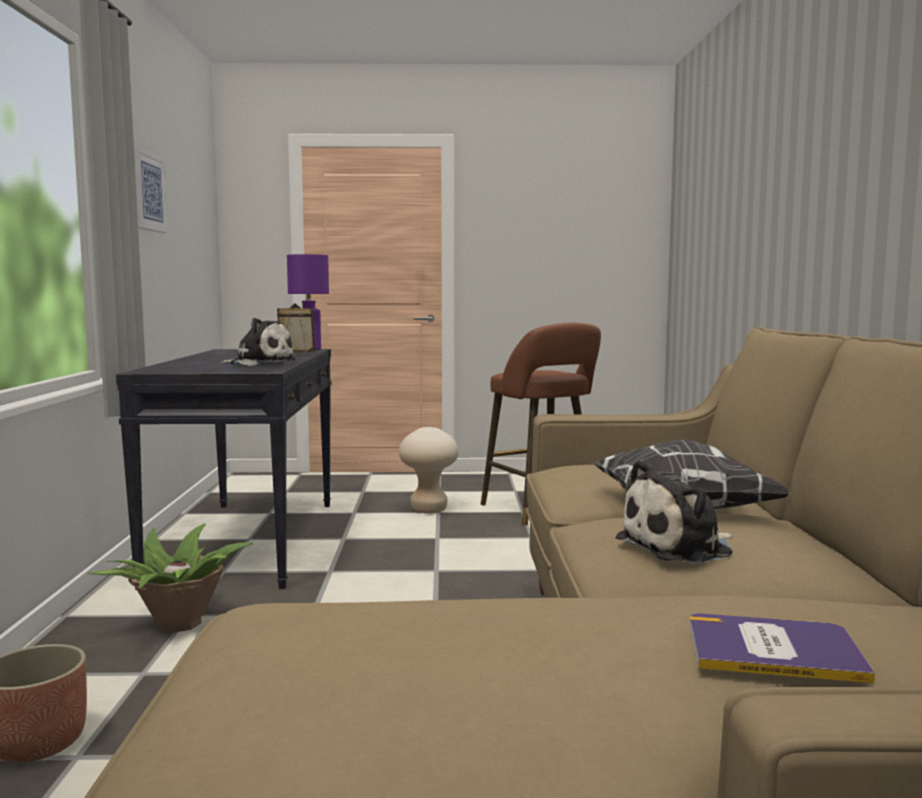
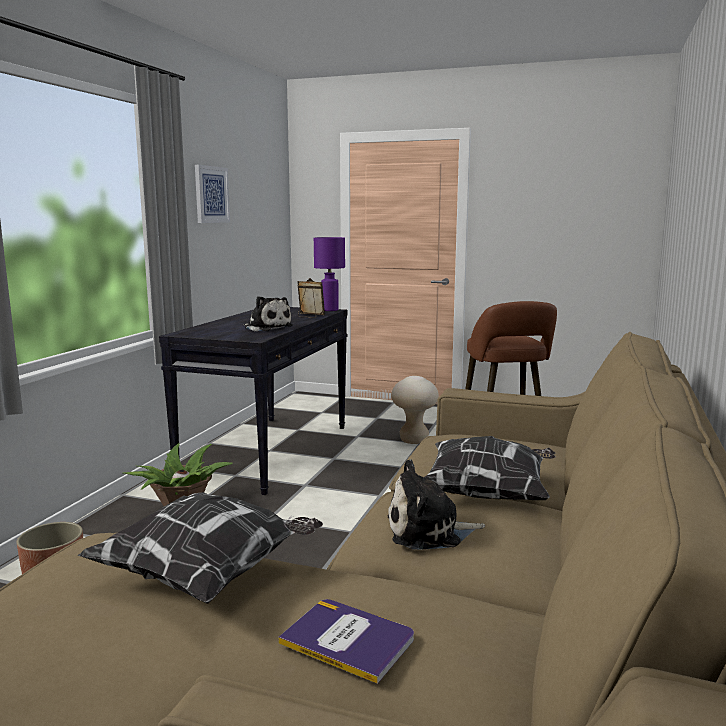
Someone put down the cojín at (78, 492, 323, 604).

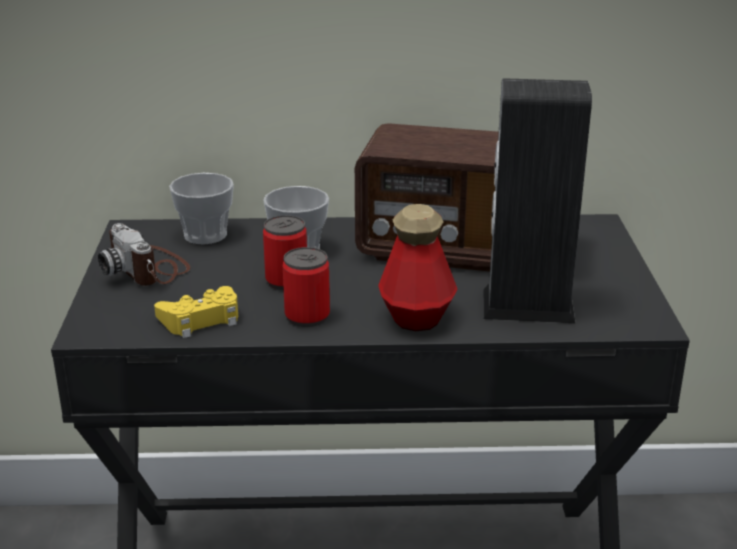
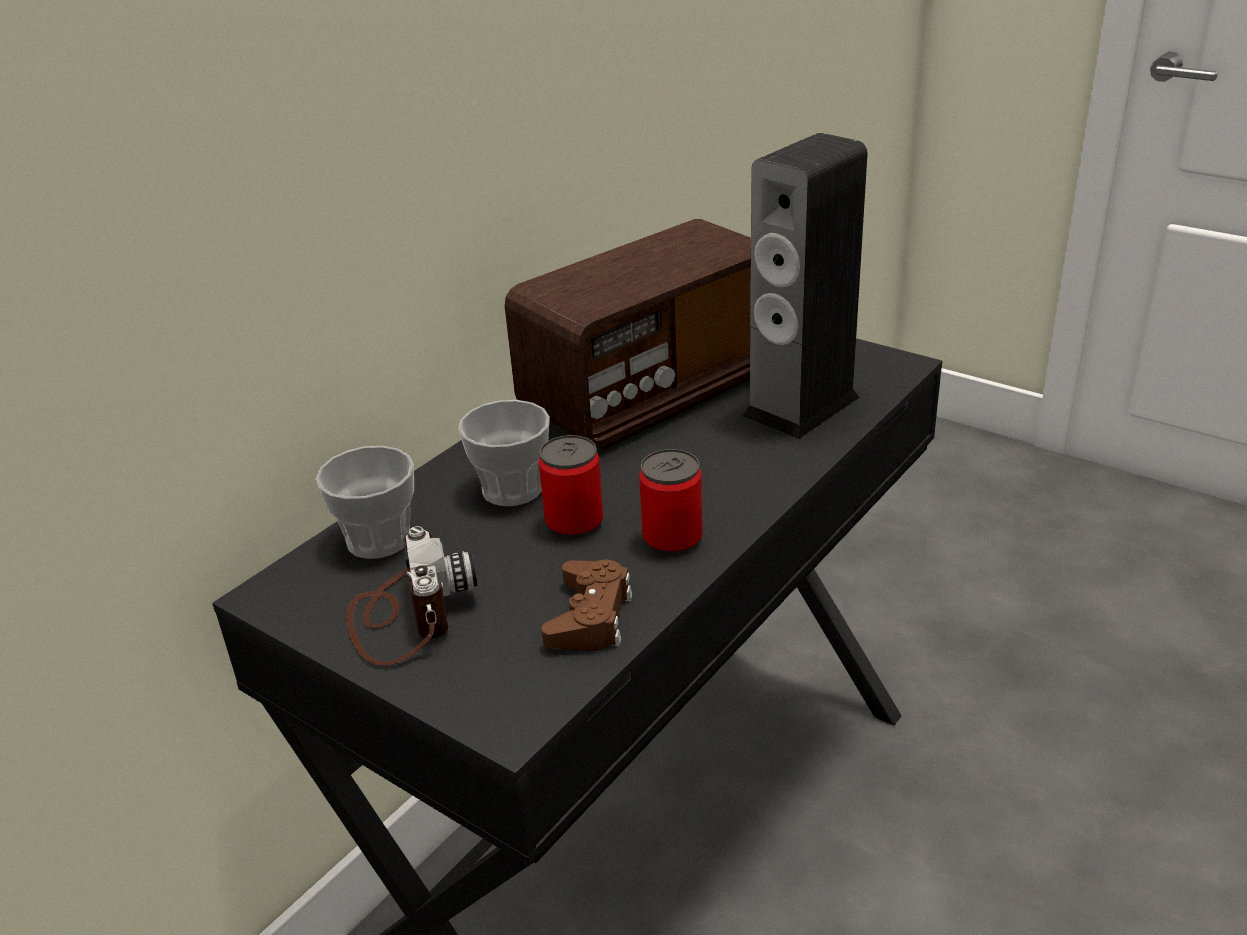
Someone rotated the cámara at (98, 223, 190, 286) by 105 degrees counterclockwise.
Someone repainted the mando de consola [amarillo] at (154, 286, 238, 339), which became the mando de consola [marrón] at (541, 560, 633, 651).
Someone took away the botella at (378, 204, 458, 331).

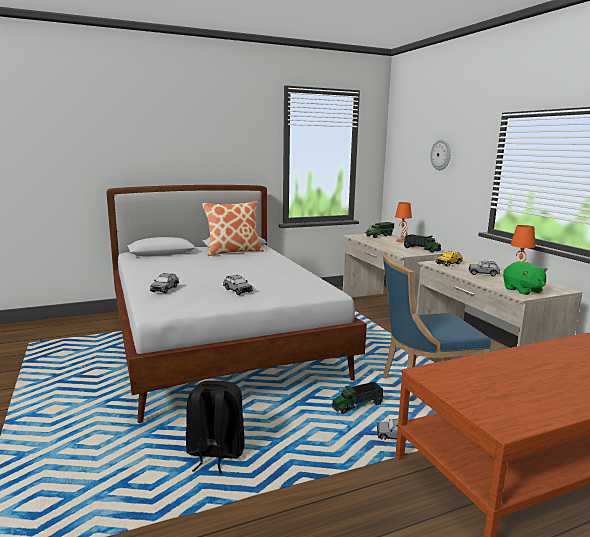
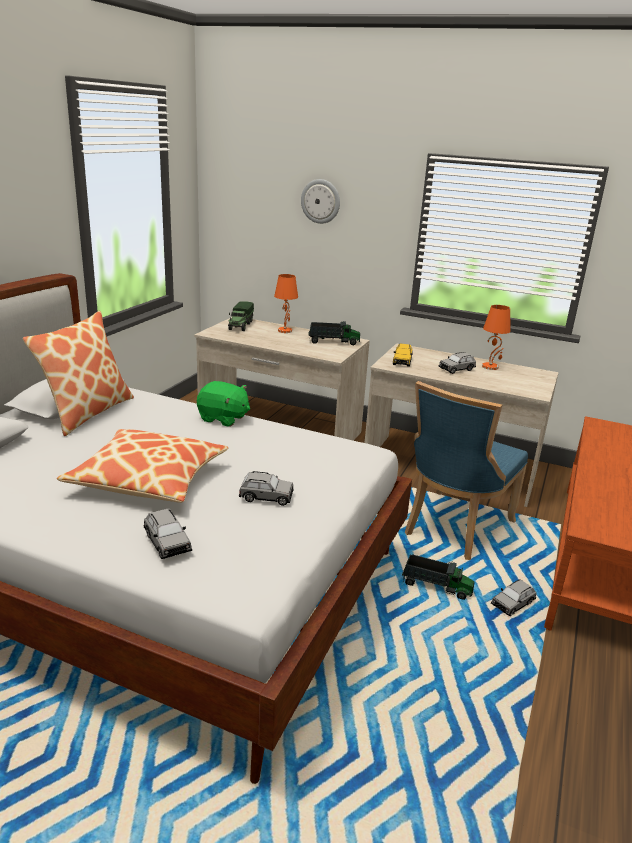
Someone took away the mochila [negro] at (186, 380, 245, 474).
Someone rotated the camión de juguete at (332, 382, 383, 414) by 90 degrees counterclockwise.
Someone carried the peluche [verde] from (503, 261, 548, 295) to (197, 381, 250, 427).
Someone put down the cojín at (57, 429, 228, 503).

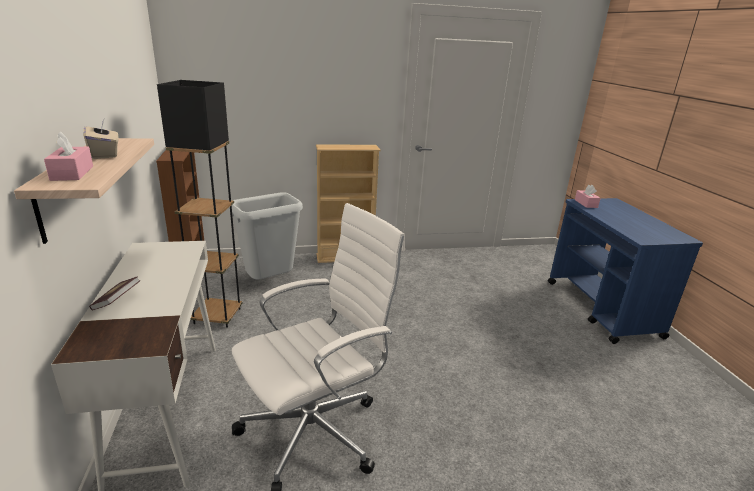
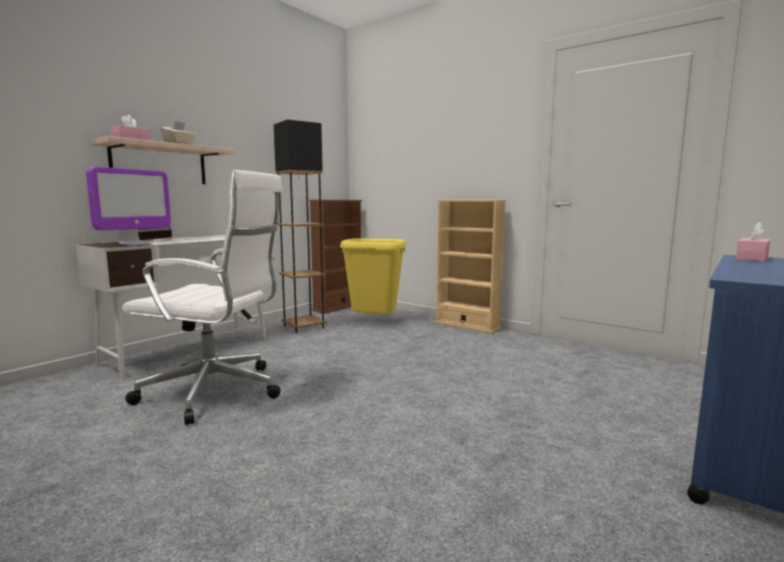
Someone repainted the papelera [gris] at (229, 192, 303, 279), which became the papelera [amarillo] at (340, 238, 406, 314).
Someone put down the monitor at (86, 167, 171, 246).

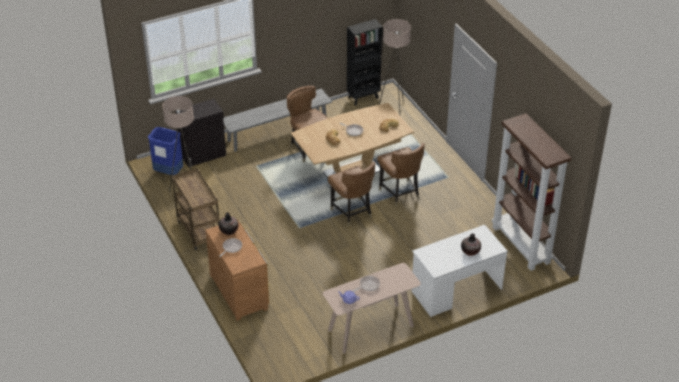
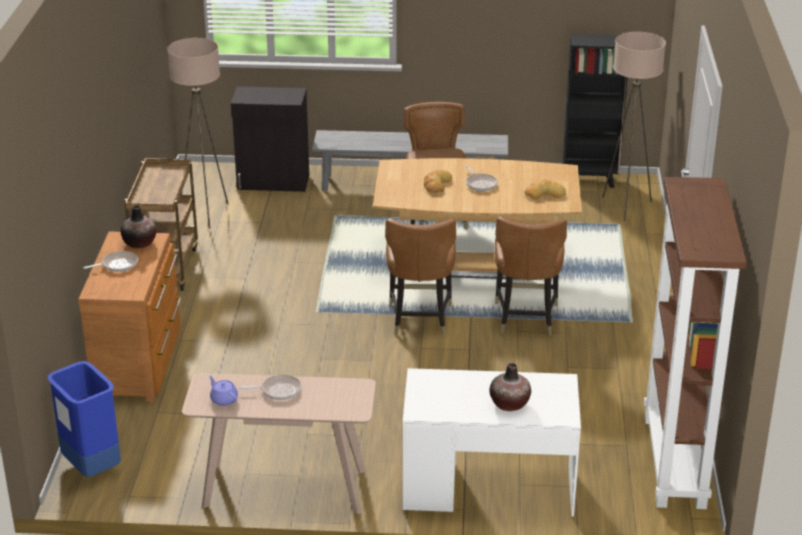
Someone carried the papelera [azul] from (148, 127, 183, 175) to (48, 361, 121, 477).

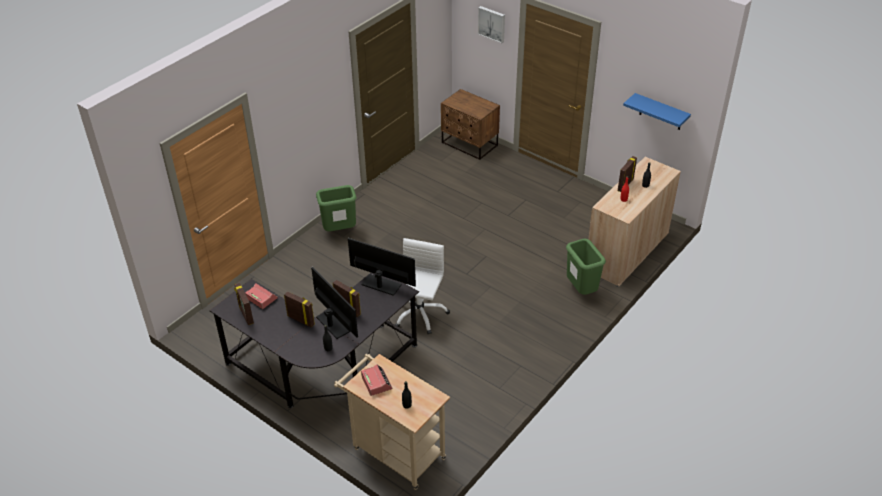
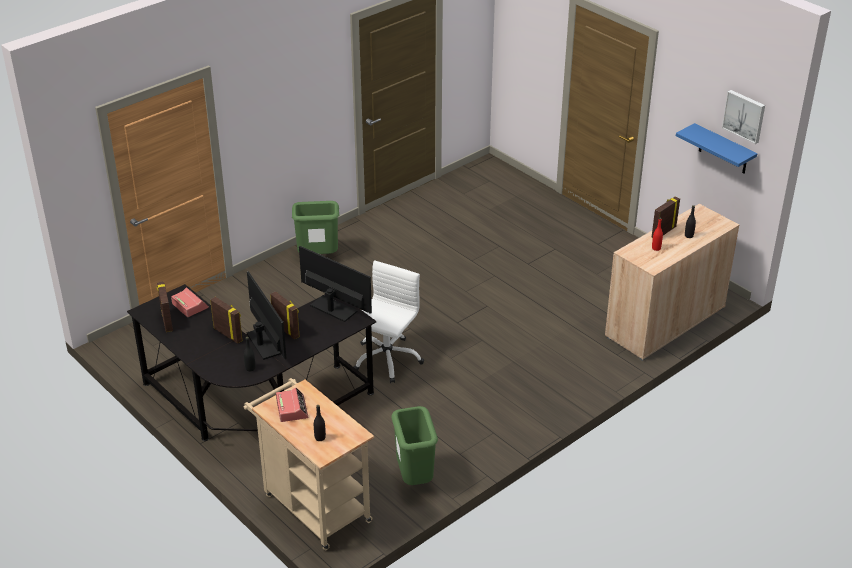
Someone took away the mesita de noche [marrón] at (441, 89, 500, 160).
Someone carried the cuadro from (478, 6, 505, 43) to (722, 90, 765, 144).
Someone carried the papelera [verde] from (566, 239, 606, 295) to (392, 406, 438, 485).

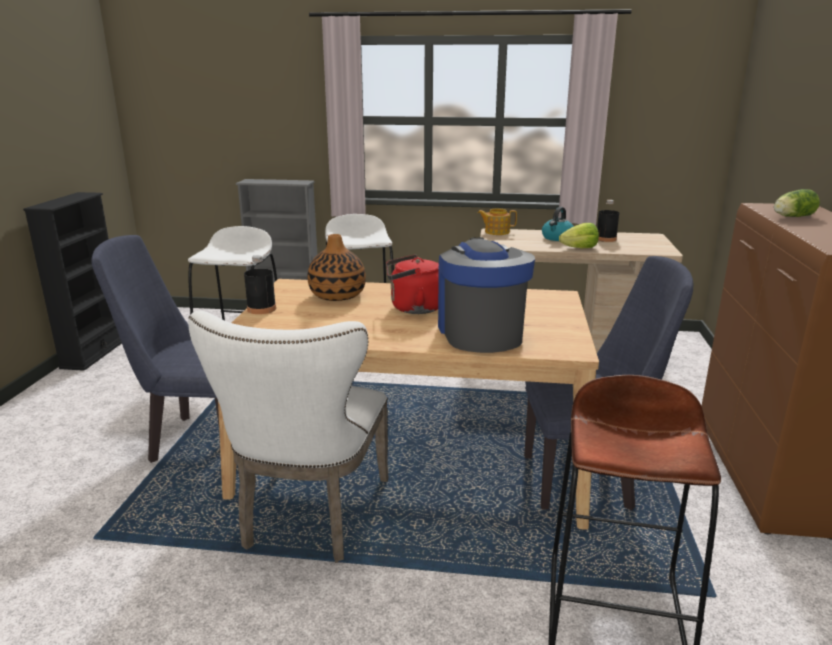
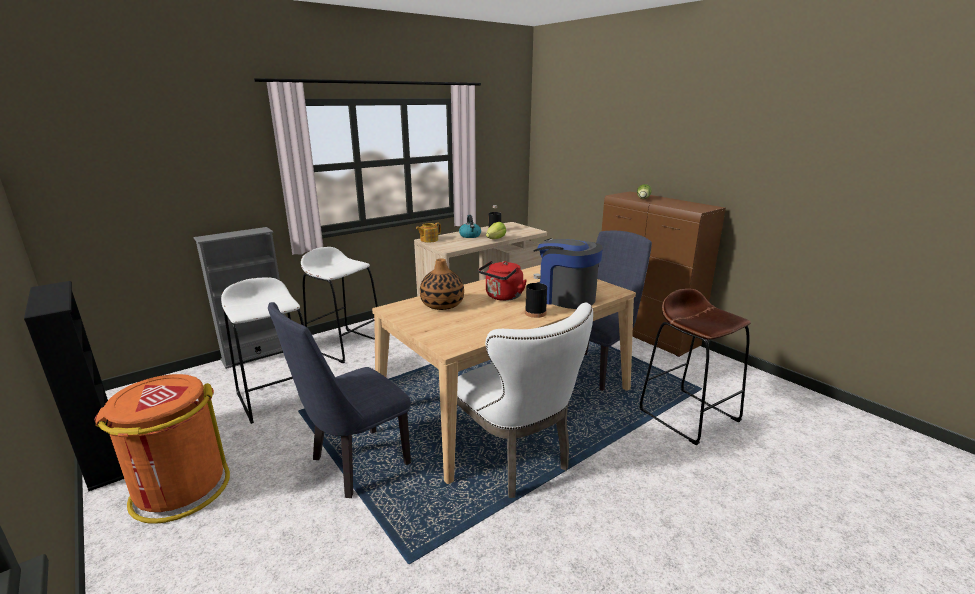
Someone carried the botella [negro] from (244, 255, 276, 314) to (525, 274, 547, 318).
Someone put down the papelera [naranja] at (95, 374, 230, 524).

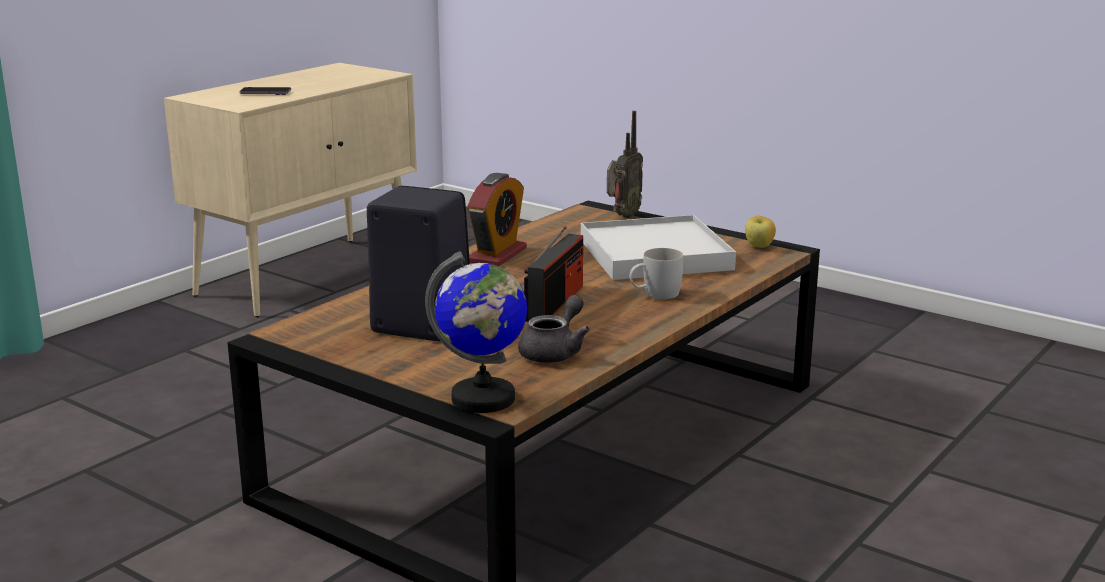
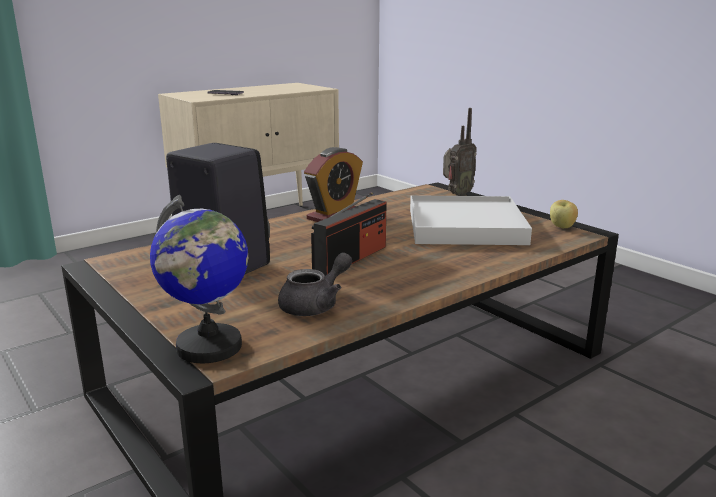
Someone took away the taza grande [blanco] at (629, 248, 684, 299).

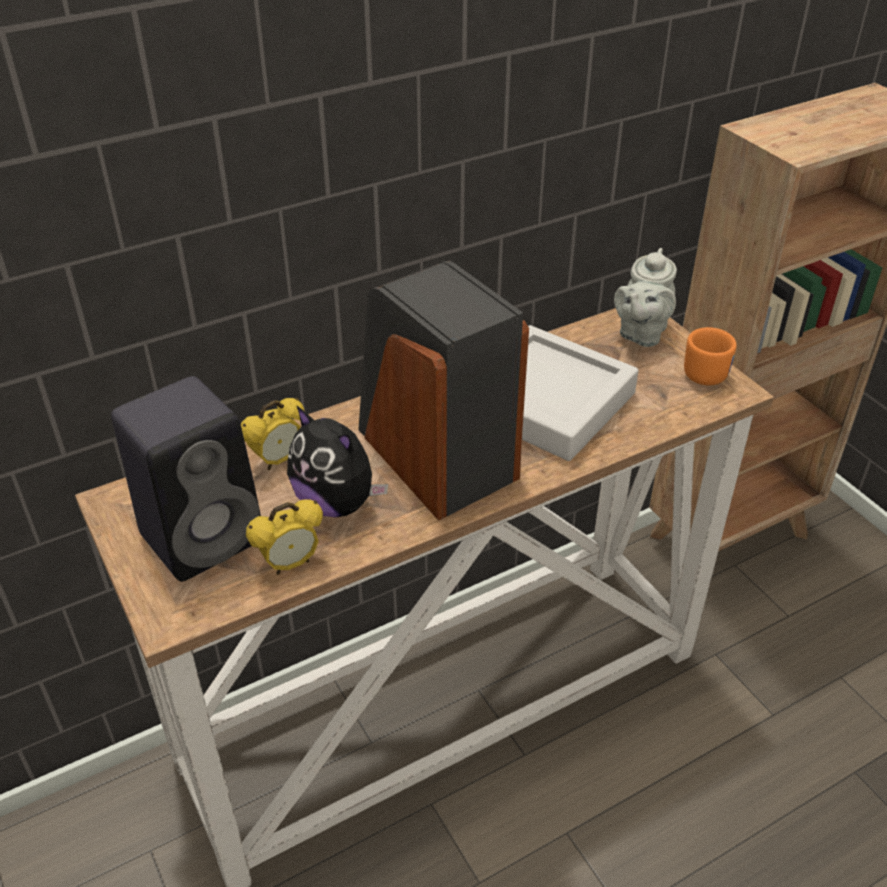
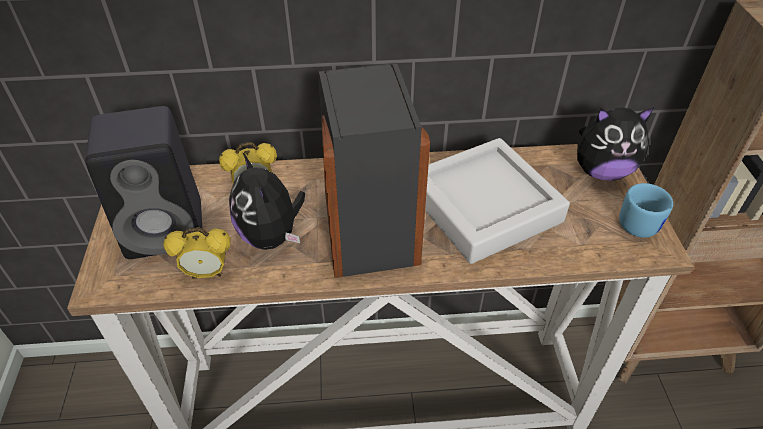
Someone swapped the tetera [gris] at (614, 248, 677, 347) for the peluche at (577, 107, 654, 181).
Someone repainted the taza grande [naranja] at (684, 327, 736, 385), which became the taza grande [azul] at (619, 183, 673, 238).

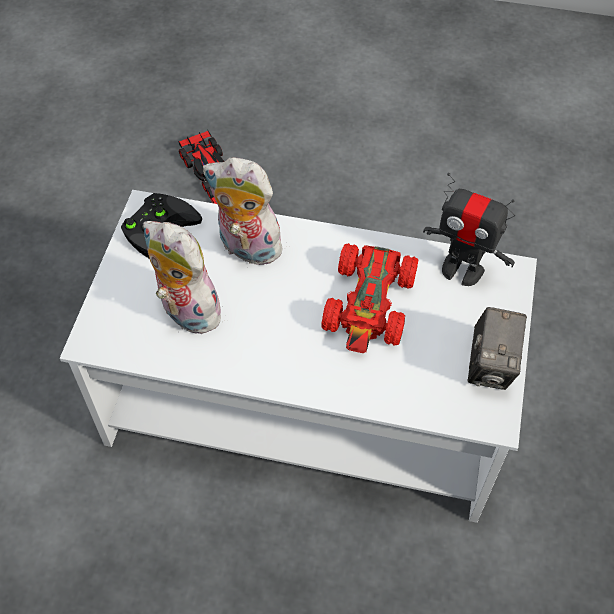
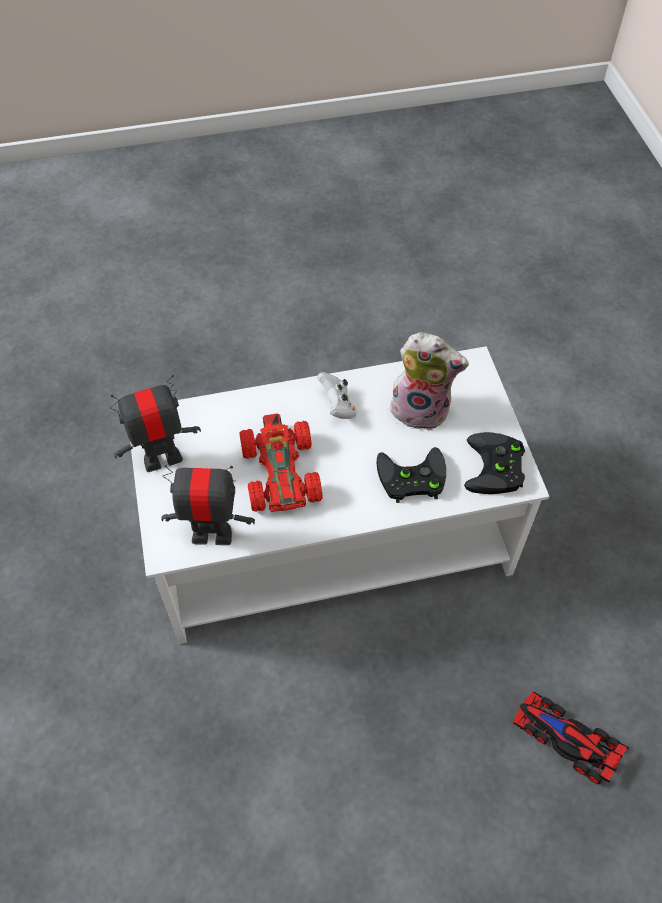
Someone swapped the peluche at (203, 157, 285, 265) for the mando de consola [negro] at (377, 447, 446, 503).
Someone swapped the cámara at (468, 307, 527, 390) for the robot de juguete at (110, 375, 201, 472).
Someone put down the mando de consola [blanco] at (317, 372, 357, 419).

